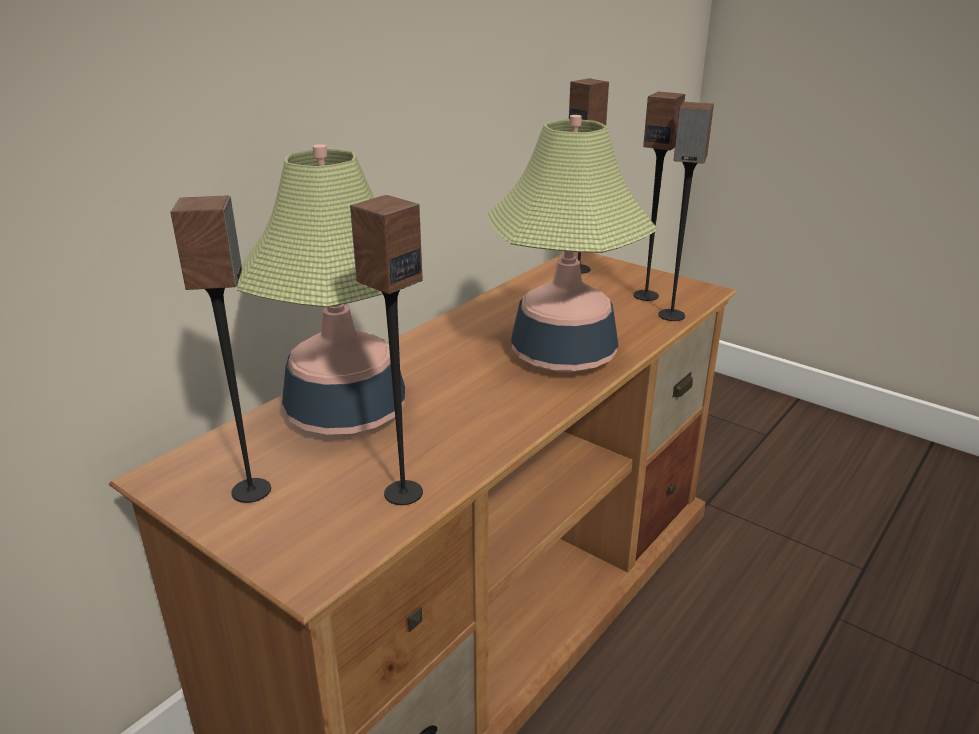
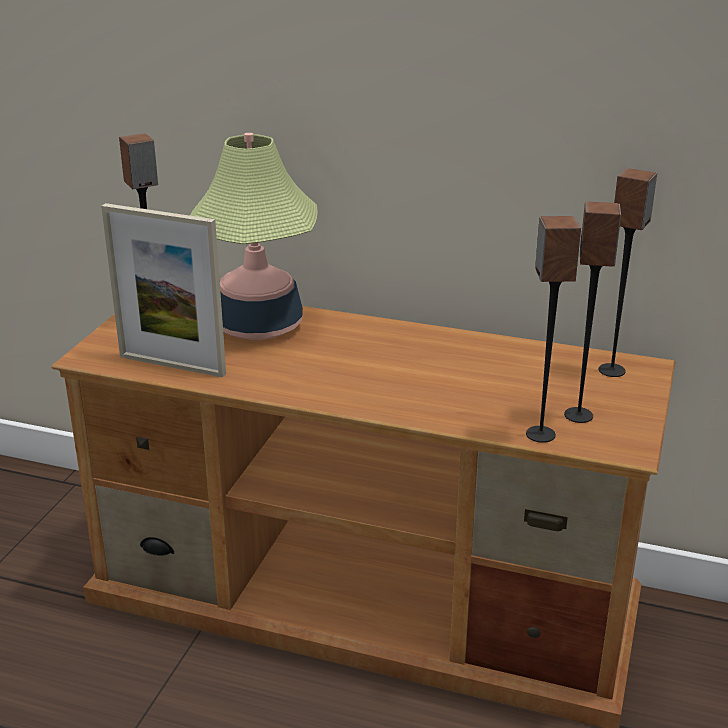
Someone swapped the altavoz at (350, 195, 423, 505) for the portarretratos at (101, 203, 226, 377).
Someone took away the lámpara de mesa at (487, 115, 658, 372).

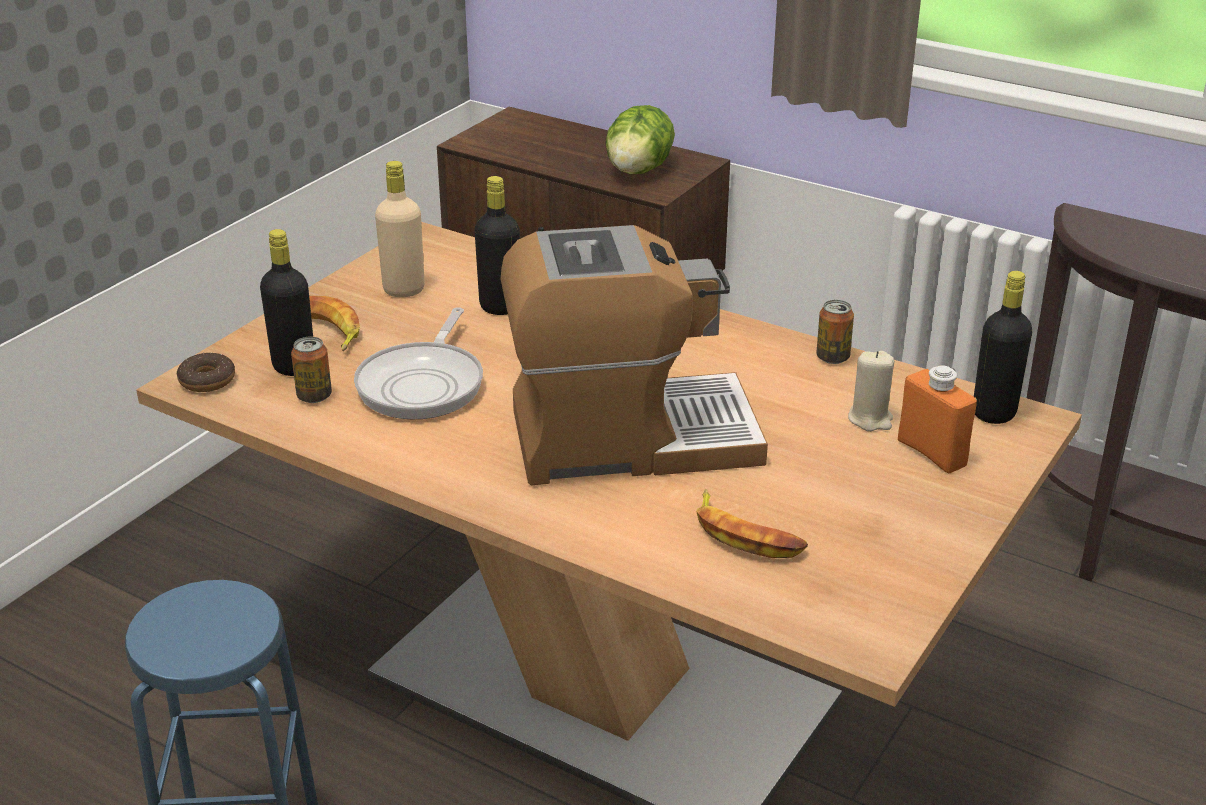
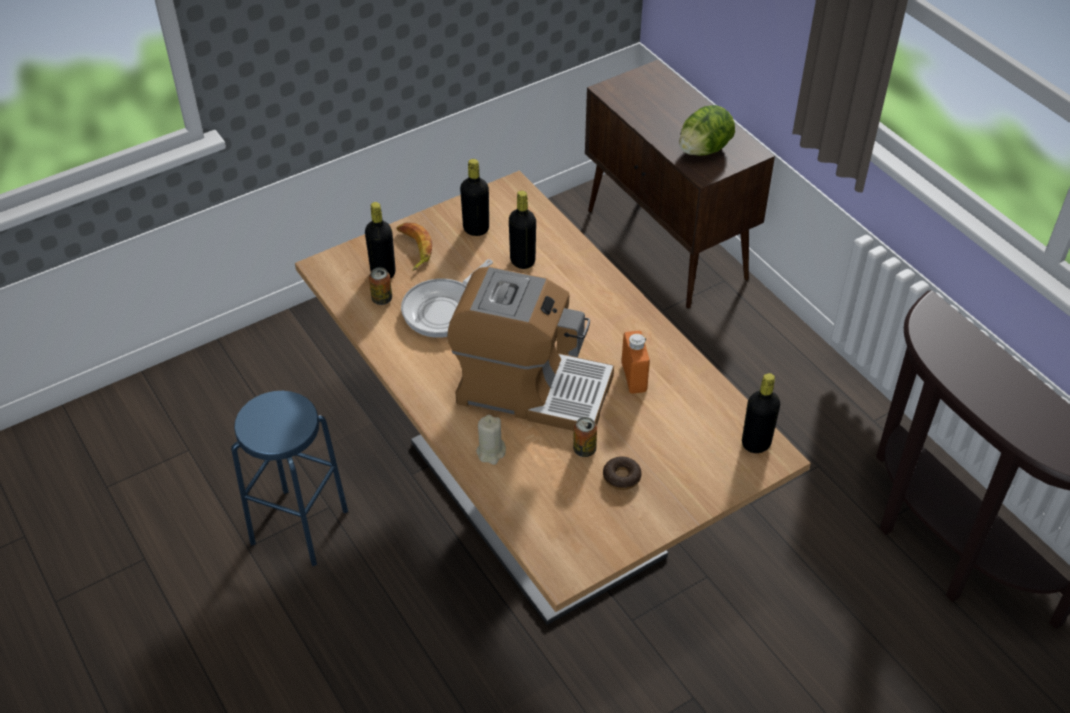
Someone carried the rosquilla from (177, 352, 235, 392) to (603, 456, 642, 490).
Someone repainted the botella [beis] at (375, 161, 425, 297), which became the botella [negro] at (460, 159, 489, 236).
Someone took away the plátano at (696, 489, 808, 558).
Someone carried the lata from (816, 300, 854, 364) to (573, 417, 597, 457).
Someone carried the vela [beis] from (848, 351, 894, 431) to (476, 415, 506, 465).
Someone carried the botella [naranja] from (898, 365, 977, 474) to (621, 331, 650, 394).

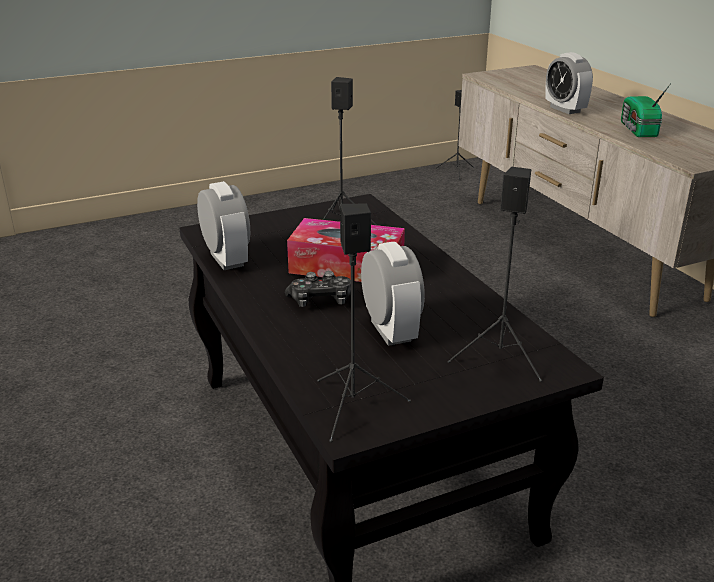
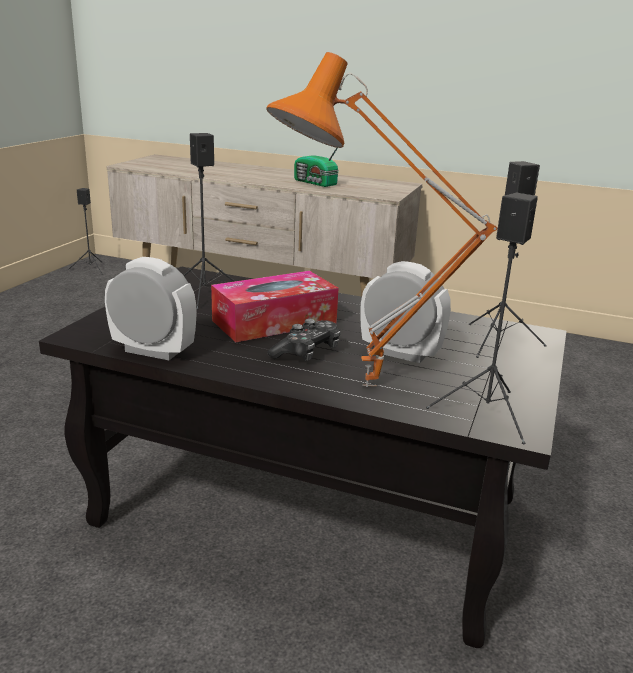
Someone took away the despertador at (545, 52, 593, 114).
Someone put down the lámpara de mesa [naranja] at (266, 52, 497, 387).

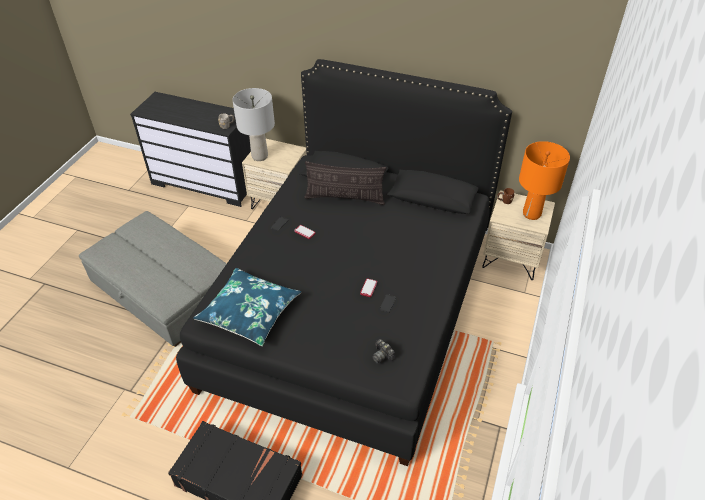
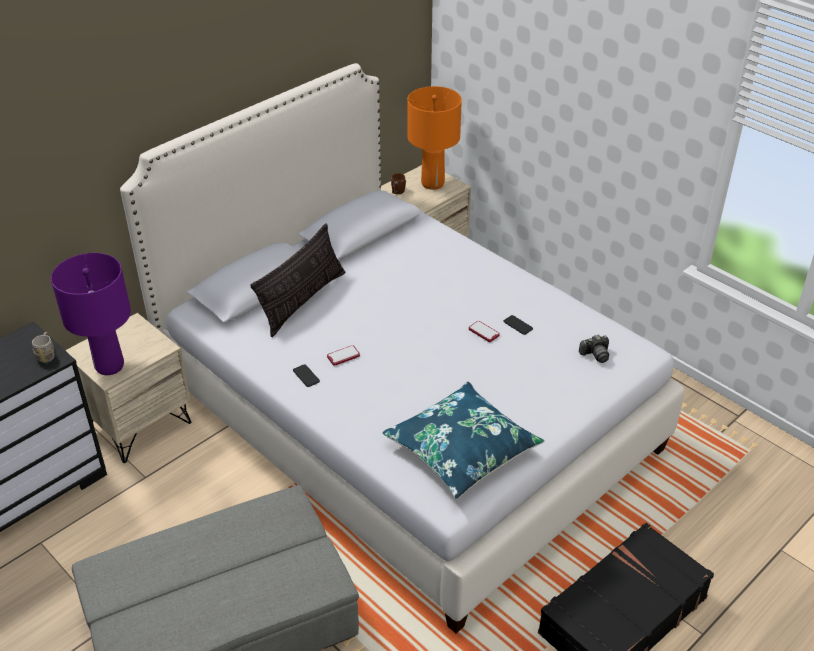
Someone repainted the cama [negro] at (176, 59, 512, 466), which became the cama [blanco] at (120, 63, 684, 633).
Someone repainted the lámpara de mesa [gris] at (232, 88, 275, 161), which became the lámpara de mesa [morado] at (51, 253, 131, 375).

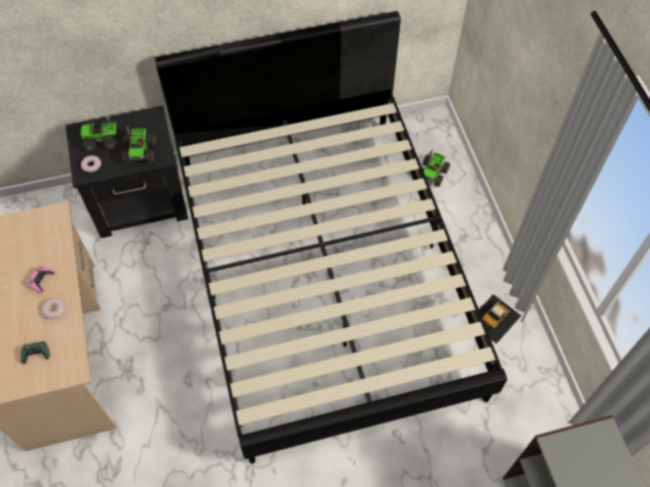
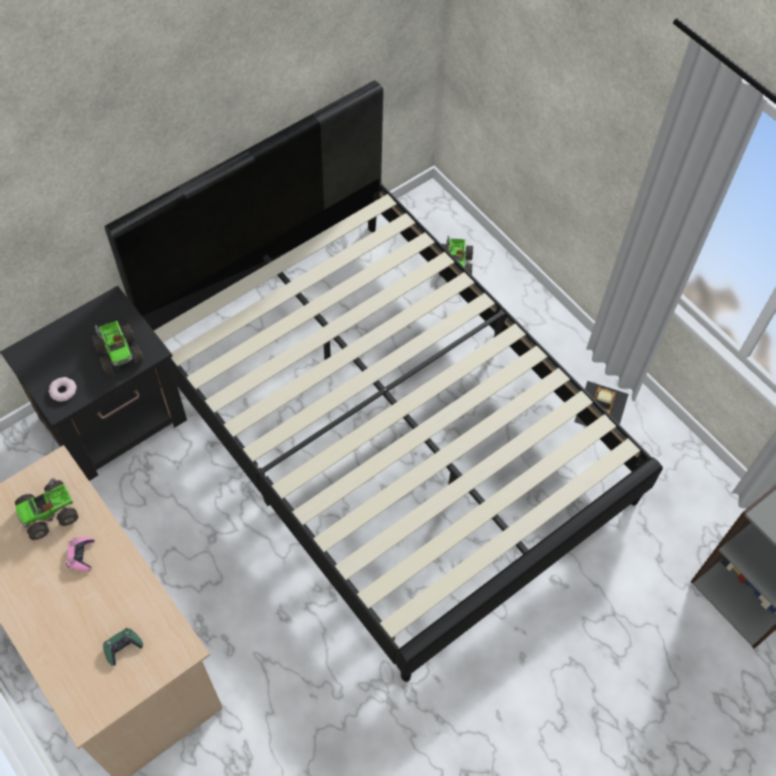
Someone took away the rosquilla at (42, 298, 65, 319).
Someone carried the camión de juguete from (81, 115, 118, 152) to (15, 478, 79, 540).

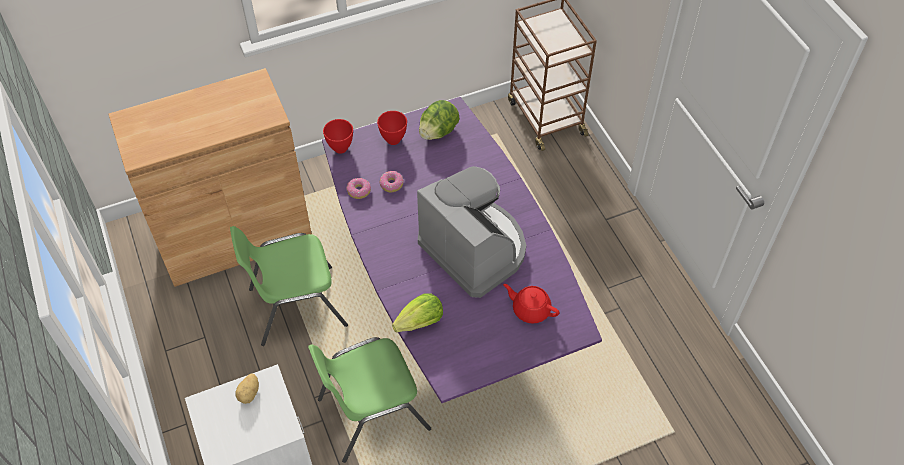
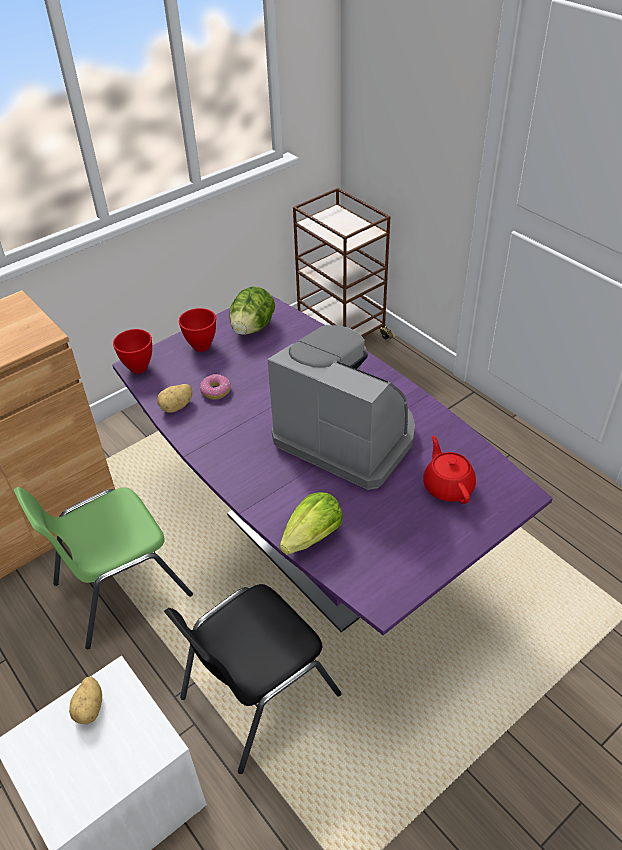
Someone repainted the silla [verde] at (308, 337, 431, 463), which became the silla [negro] at (164, 584, 342, 774).
Someone swapped the rosquilla at (347, 178, 371, 199) for the patata at (157, 384, 192, 413).
Someone rotated the tetera [rojo] at (503, 284, 560, 324) by 60 degrees clockwise.

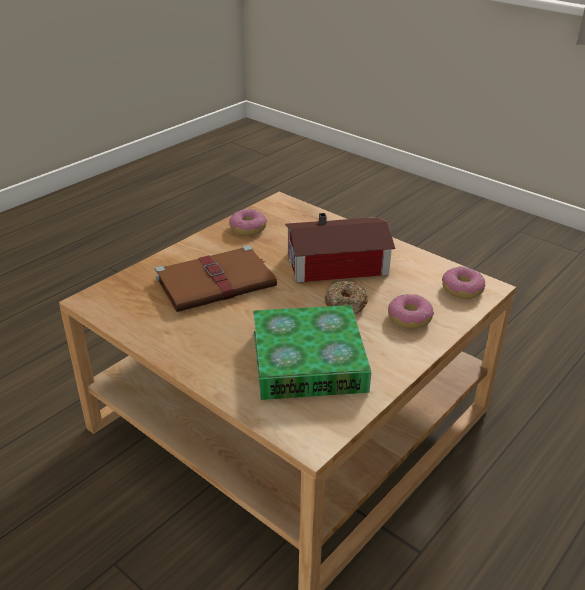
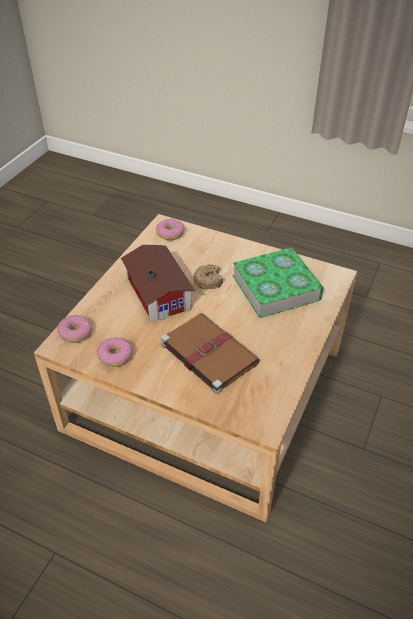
Someone carried the rosquilla from (388, 294, 434, 329) to (57, 315, 92, 343).

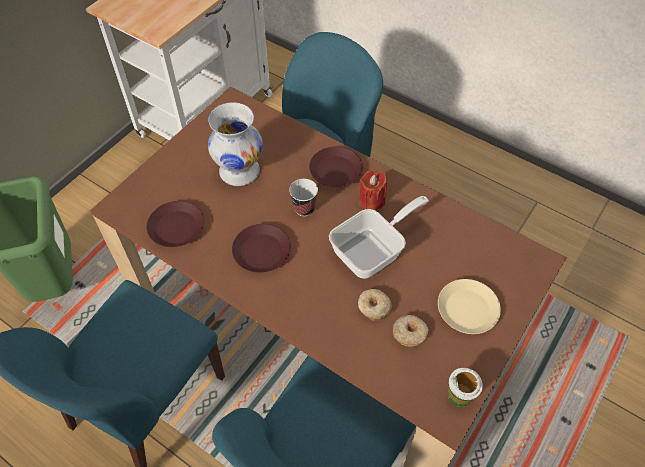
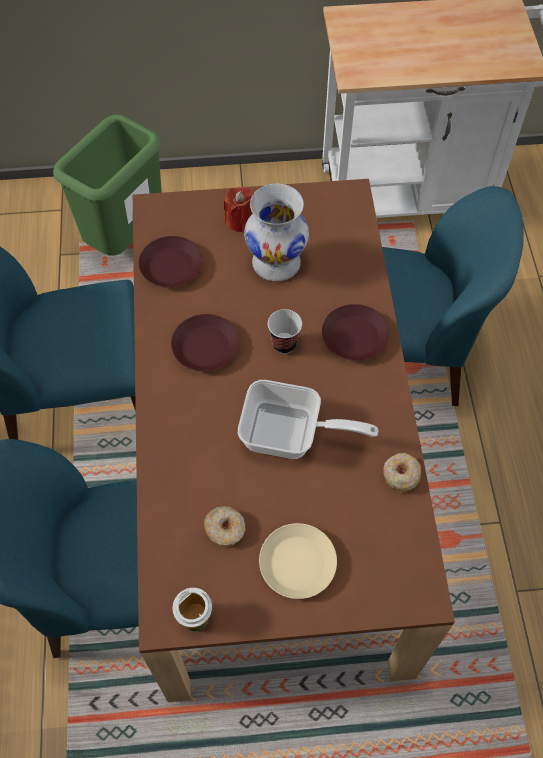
Someone carried the rosquilla from (358, 289, 392, 321) to (383, 453, 421, 492).
Someone carried the vela [rojo] from (359, 170, 387, 210) to (224, 187, 254, 233).

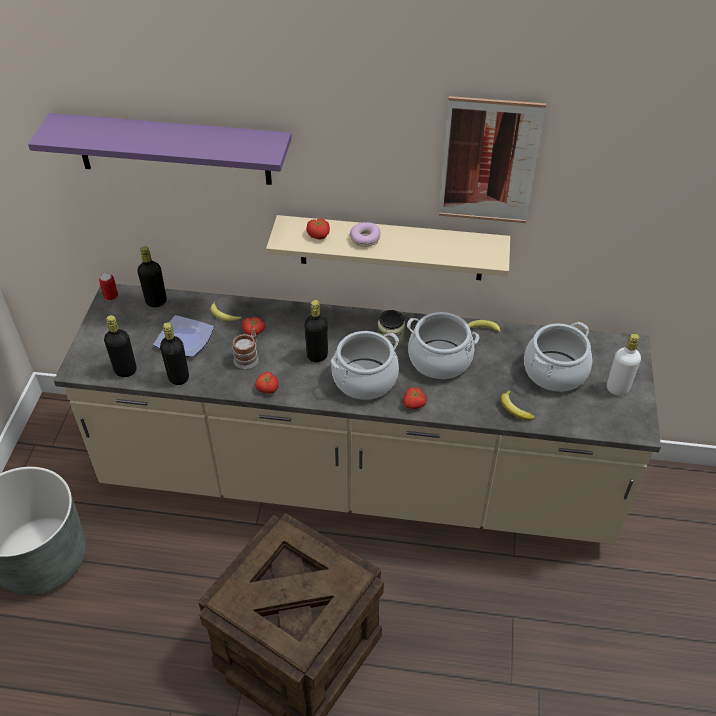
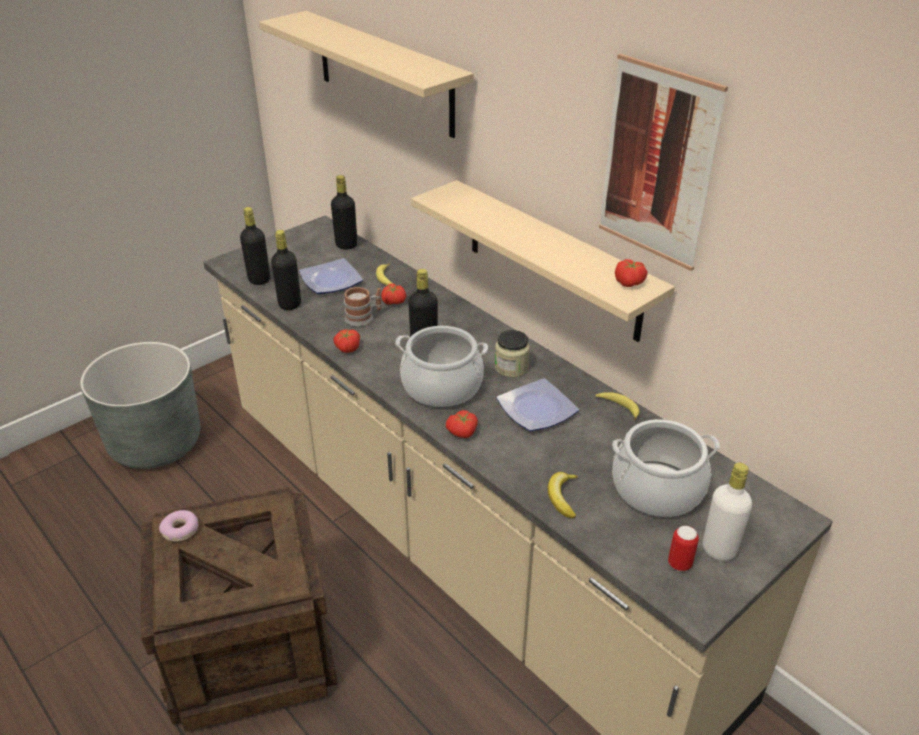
Someone repainted the estante [morado] at (28, 113, 292, 185), which became the estante [beis] at (259, 11, 474, 138).
Someone carried the lata from (99, 273, 118, 301) to (668, 526, 699, 571).
Someone carried the tomate from (306, 218, 330, 240) to (615, 259, 647, 287).
Someone carried the rosquilla from (350, 222, 381, 247) to (159, 510, 199, 542).
Someone swapped the olla at (407, 312, 479, 379) for the plato at (497, 378, 579, 431).

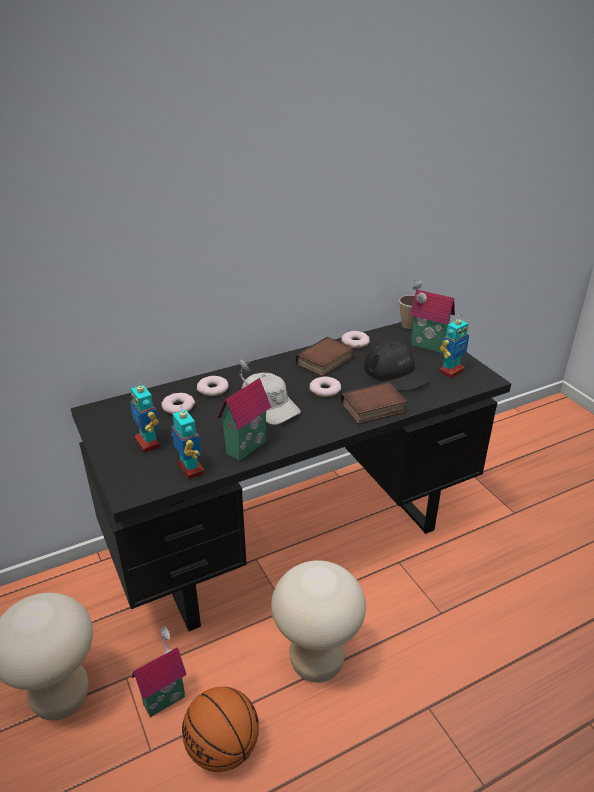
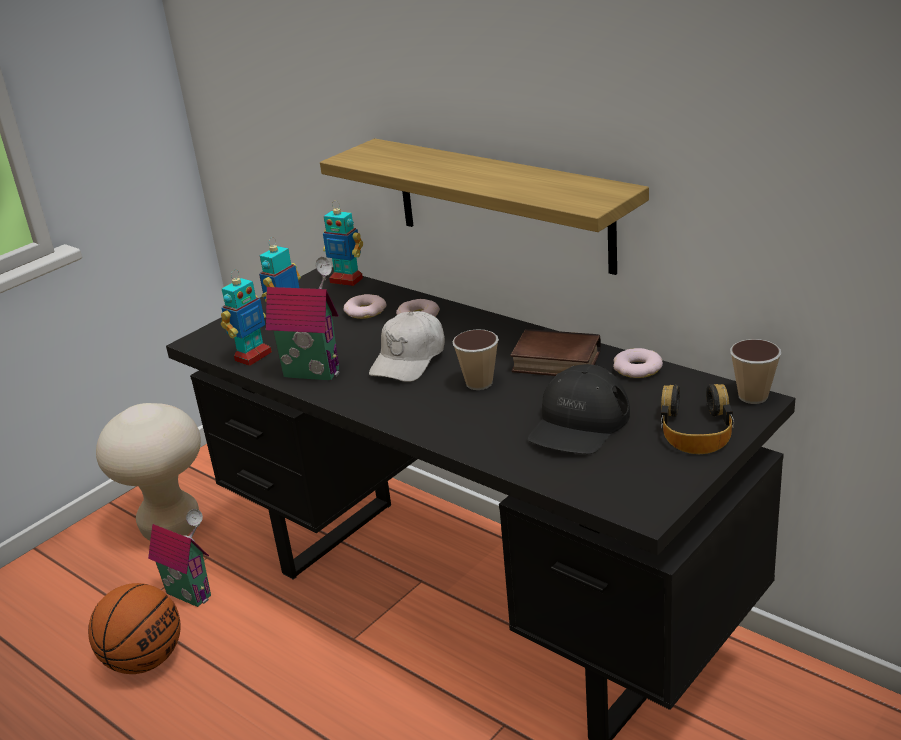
Someone took away the taburete [beis] at (271, 560, 366, 683).
Someone swapped the rosquilla at (309, 377, 341, 397) for the taza at (452, 329, 499, 390).
Someone took away the libro at (341, 382, 407, 424).
Someone swapped the casita at (410, 280, 455, 353) for the auriculares at (661, 384, 734, 454).
Someone carried the robot de juguete from (440, 315, 469, 378) to (323, 201, 363, 286).
Someone put up the estante at (320, 139, 649, 275).

